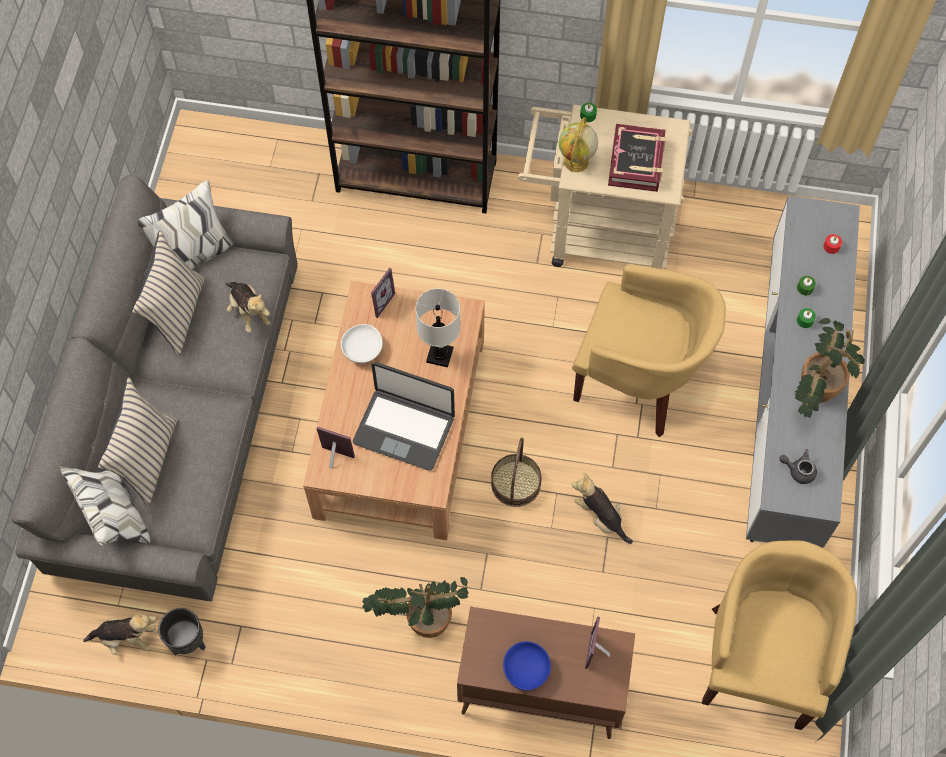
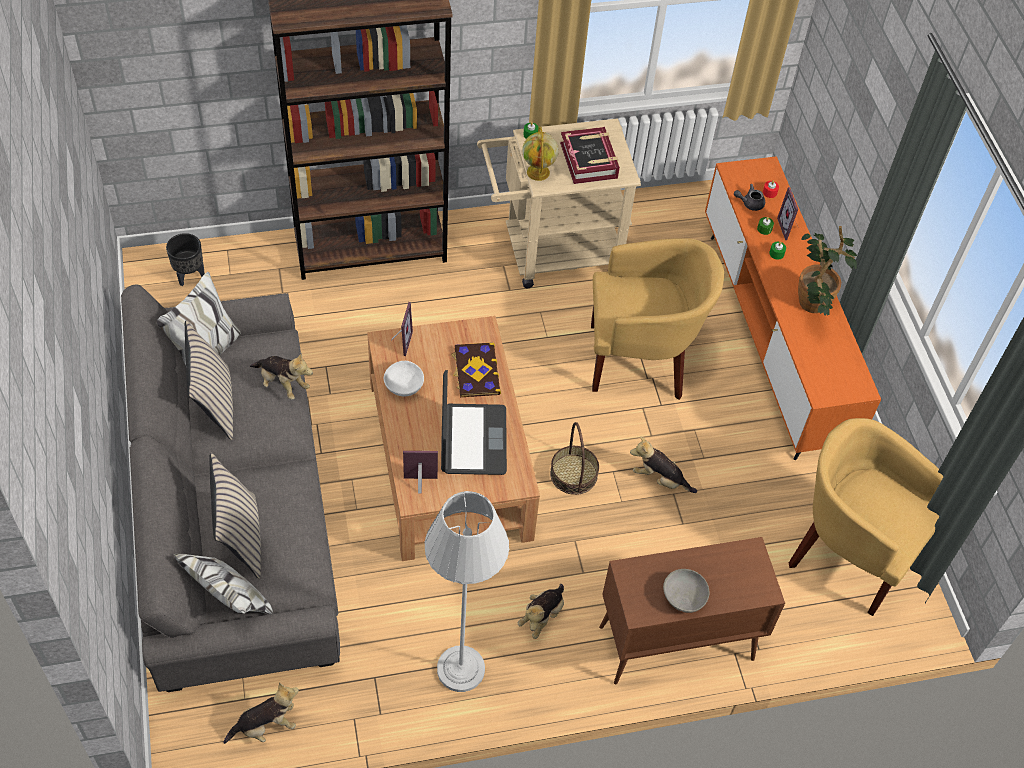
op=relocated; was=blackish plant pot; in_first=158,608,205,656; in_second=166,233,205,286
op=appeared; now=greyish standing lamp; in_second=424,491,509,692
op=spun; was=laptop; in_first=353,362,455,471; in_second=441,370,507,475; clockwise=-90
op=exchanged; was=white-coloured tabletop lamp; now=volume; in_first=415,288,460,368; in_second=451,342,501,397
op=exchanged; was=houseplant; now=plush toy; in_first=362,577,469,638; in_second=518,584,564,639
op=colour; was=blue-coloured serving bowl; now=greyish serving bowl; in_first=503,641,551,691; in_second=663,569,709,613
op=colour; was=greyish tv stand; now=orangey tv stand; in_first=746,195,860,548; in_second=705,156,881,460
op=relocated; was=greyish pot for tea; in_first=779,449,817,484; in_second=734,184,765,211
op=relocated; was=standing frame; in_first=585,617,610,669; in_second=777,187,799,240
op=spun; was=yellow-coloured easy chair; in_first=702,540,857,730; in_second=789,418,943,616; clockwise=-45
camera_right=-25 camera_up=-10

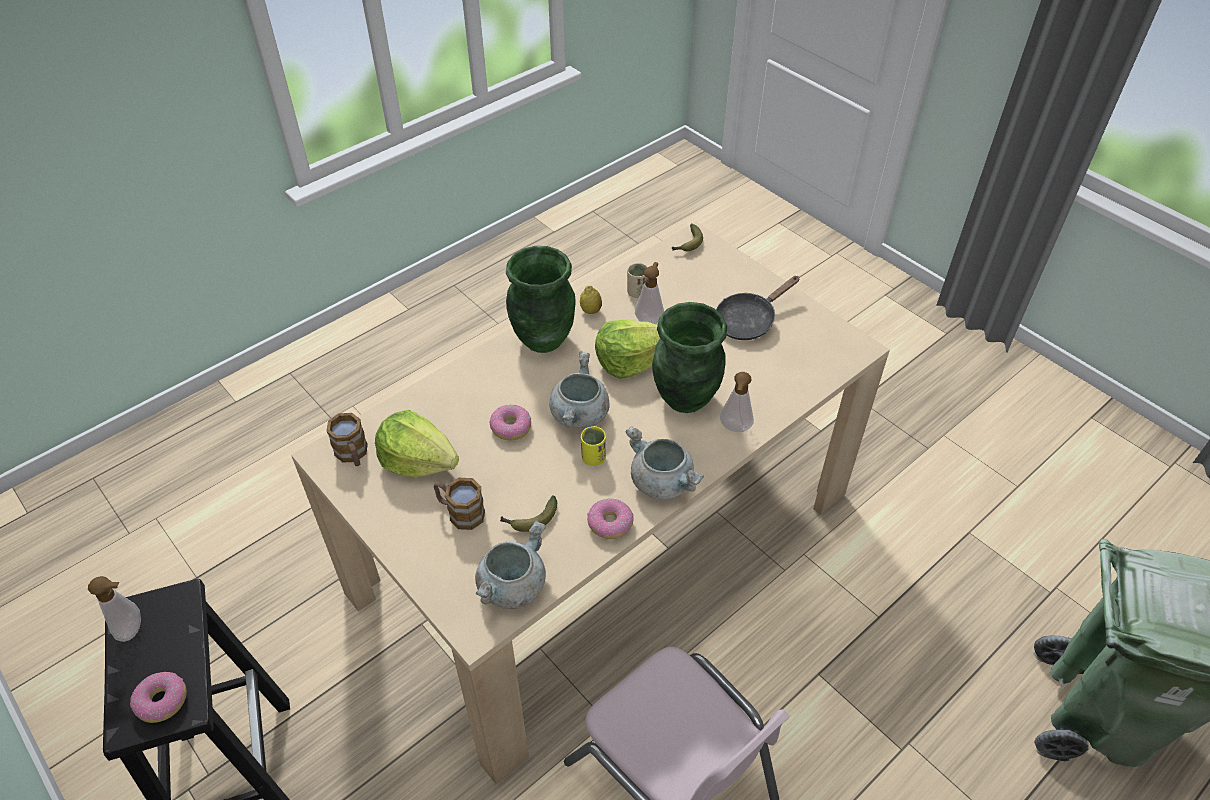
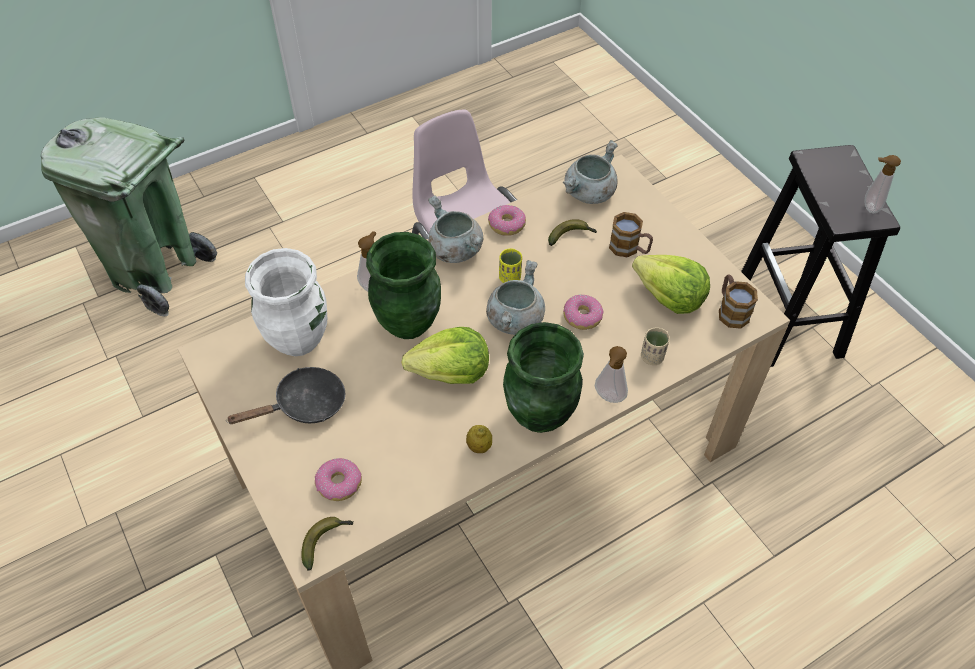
op=appeared; now=white-coloured flower vase; in_second=245,248,327,356
op=relocated; was=doughnut; in_first=130,671,187,723; in_second=314,458,362,501
op=relocated; was=soap dispenser; in_first=635,262,664,325; in_second=595,346,628,403
op=relocated; was=beige-coloured cup; in_first=627,263,648,298; in_second=641,327,670,365
camera_right=-170 camera_up=5

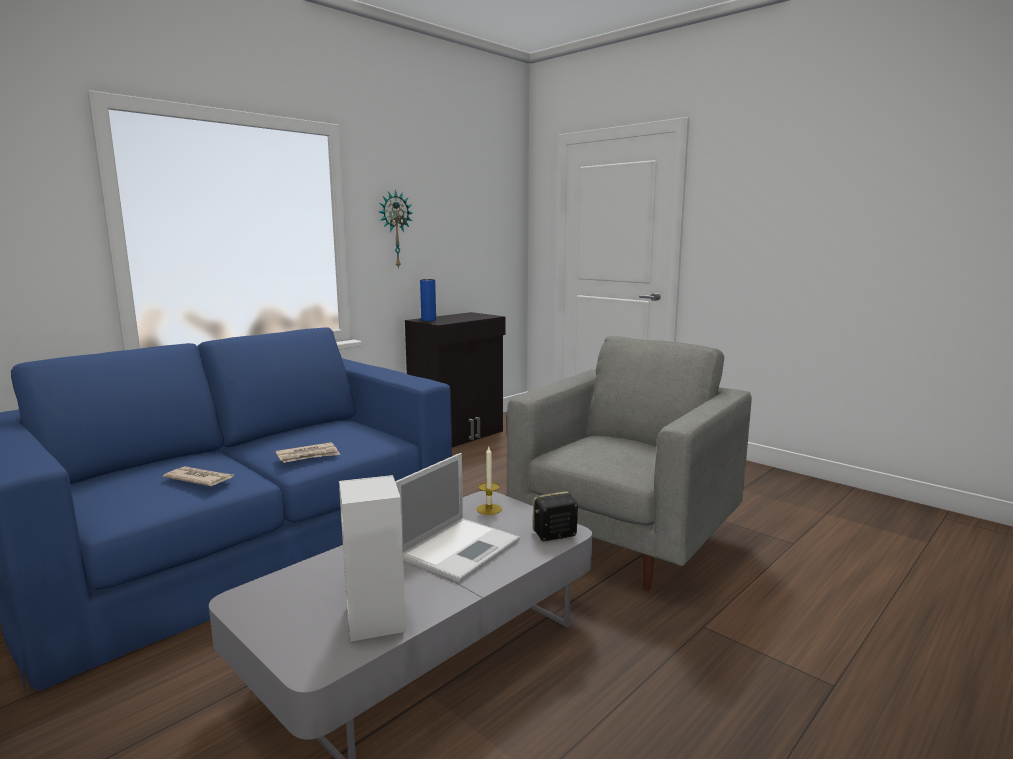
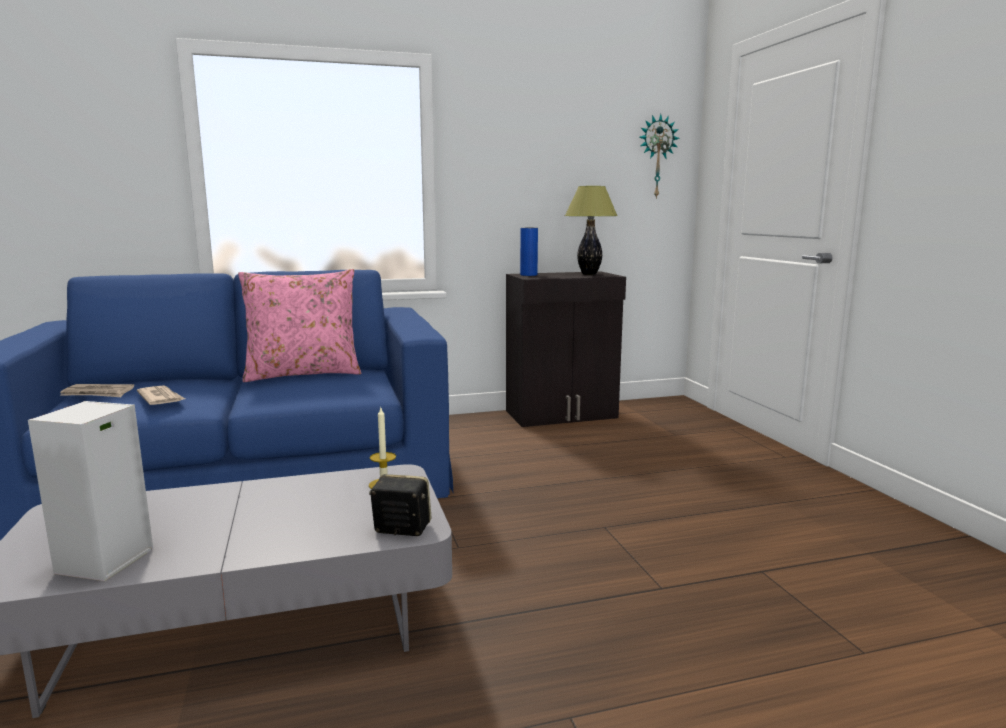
op=relocated; was=newspaper; in_first=276,442,340,463; in_second=60,384,134,397
op=appeared; now=pink cushion; in_second=238,269,361,382
op=appeared; now=tabletop lamp; in_second=565,186,618,275
op=relocated; was=clock on the wall; in_first=379,190,413,269; in_second=640,114,680,199
op=missing; was=laptop; in_first=395,453,520,582
op=missing; was=greyish easy chair; in_first=507,336,752,591
camera_right=30 camera_up=0

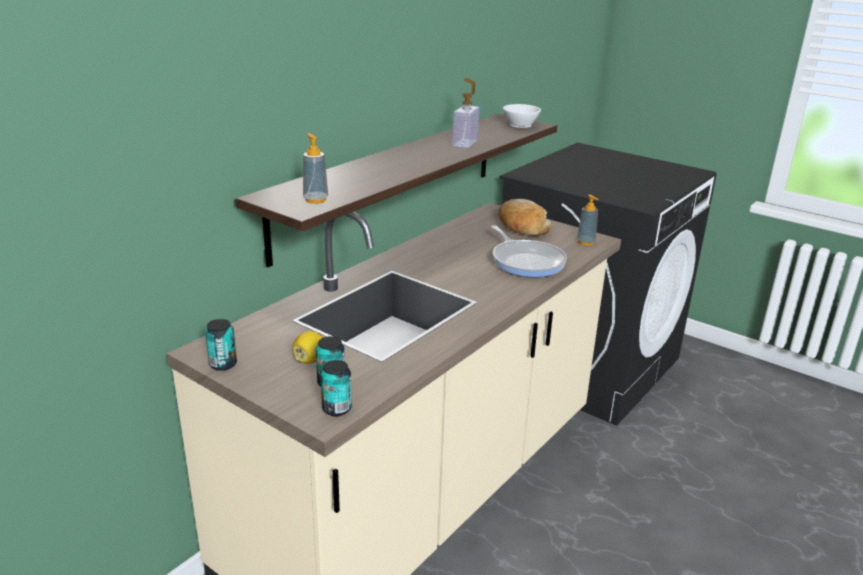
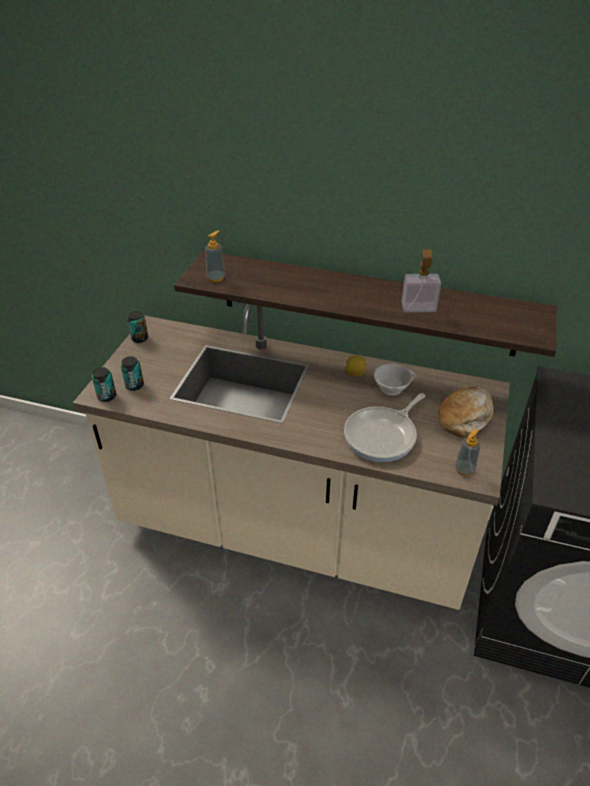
op=relocated; was=citrus fruit; in_first=292,331,323,364; in_second=345,355,366,377
op=relocated; was=white-coloured cup; in_first=503,104,541,128; in_second=374,364,415,395
camera_right=70 camera_up=15

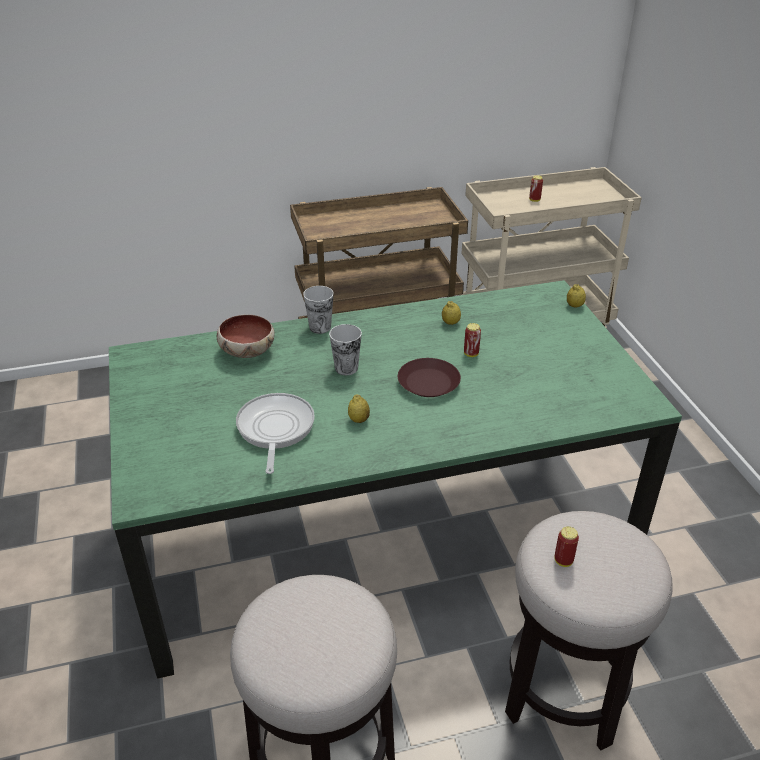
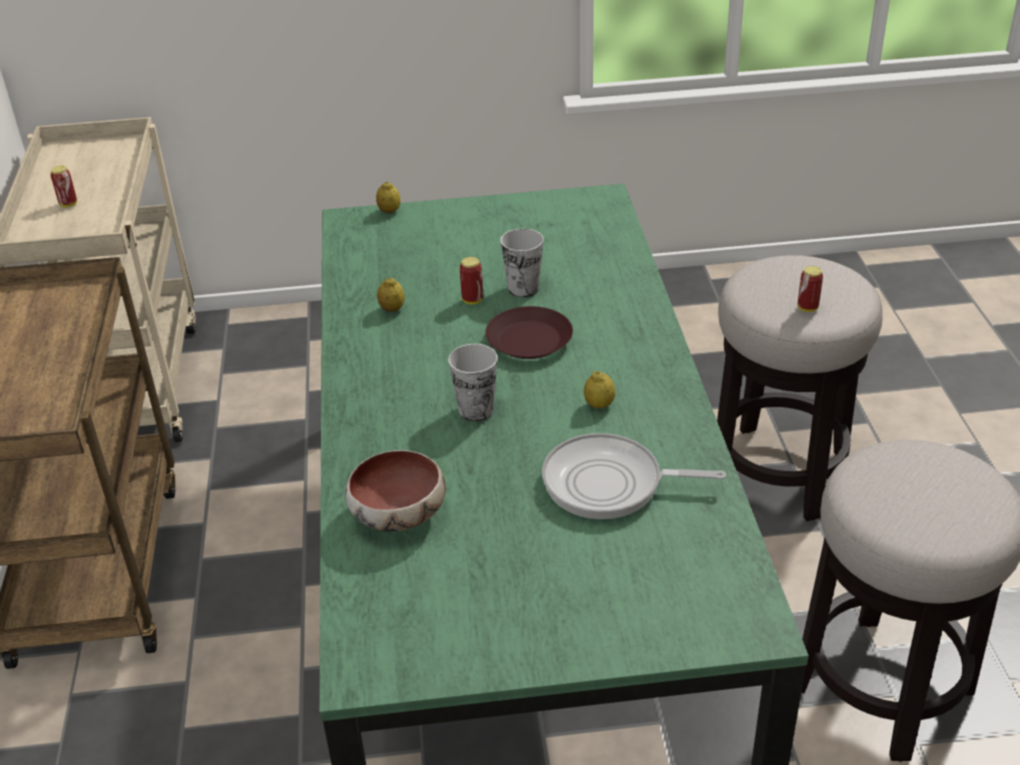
op=relocated; was=cup; in_first=303,286,334,334; in_second=500,228,544,297
camera_right=-80 camera_up=0

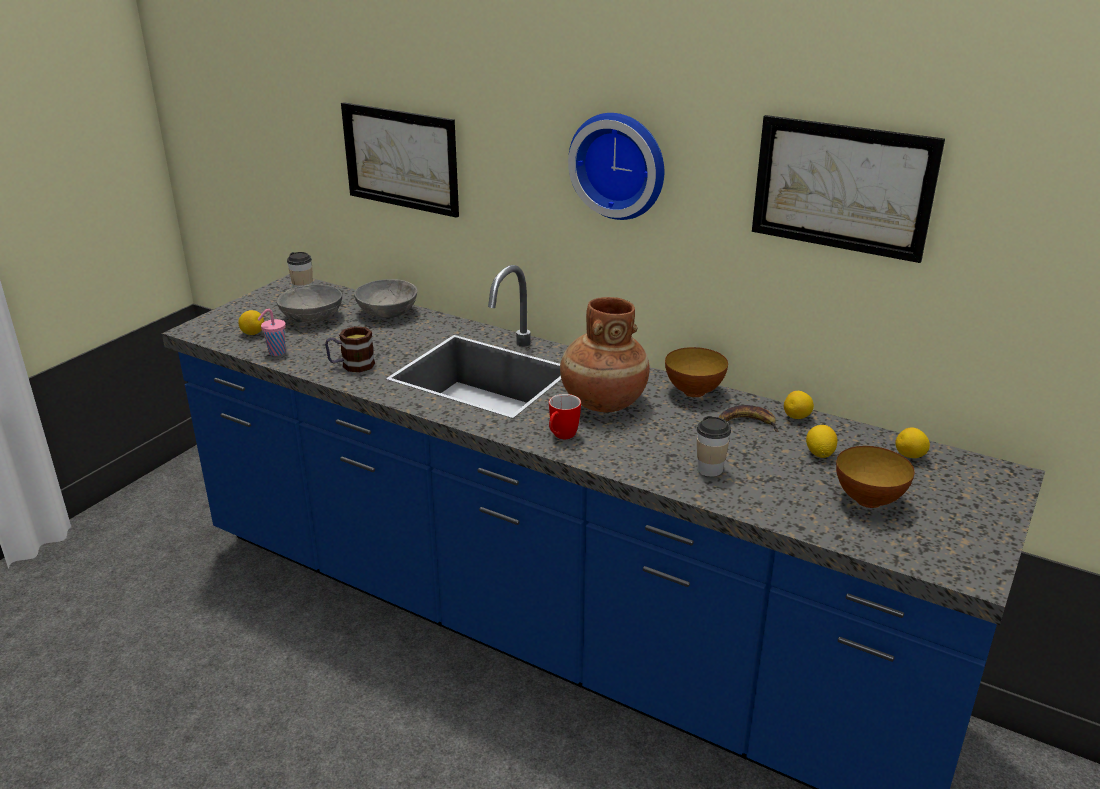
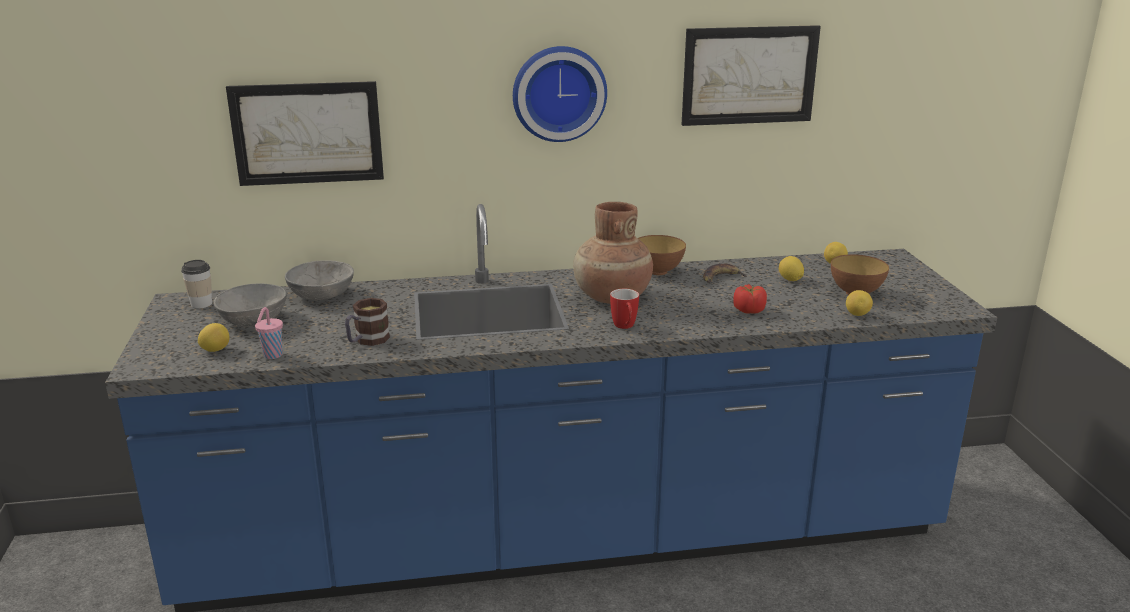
op=exchanged; was=cup; now=fresh tomato; in_first=697,416,731,477; in_second=733,284,767,314
op=relocated; was=citrus fruit; in_first=784,391,814,419; in_second=846,290,873,316
camera_right=-40 camera_up=-5

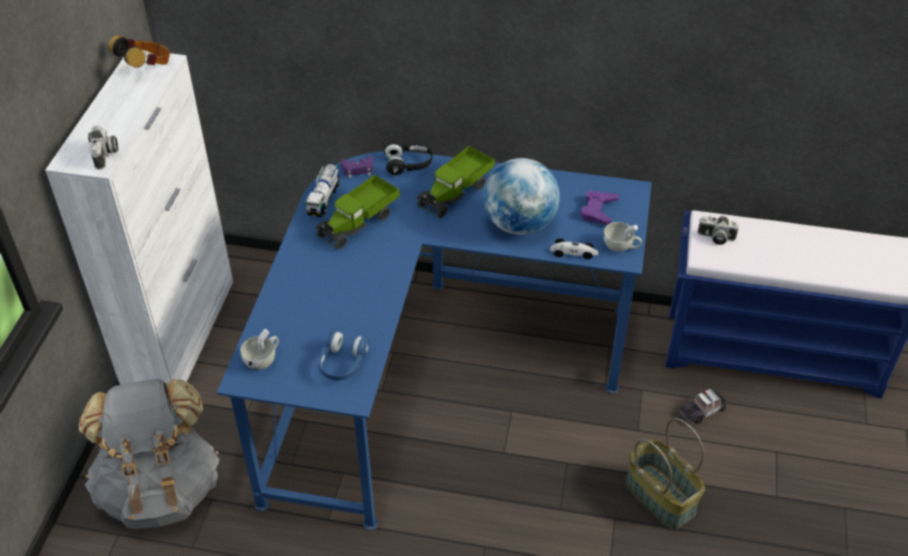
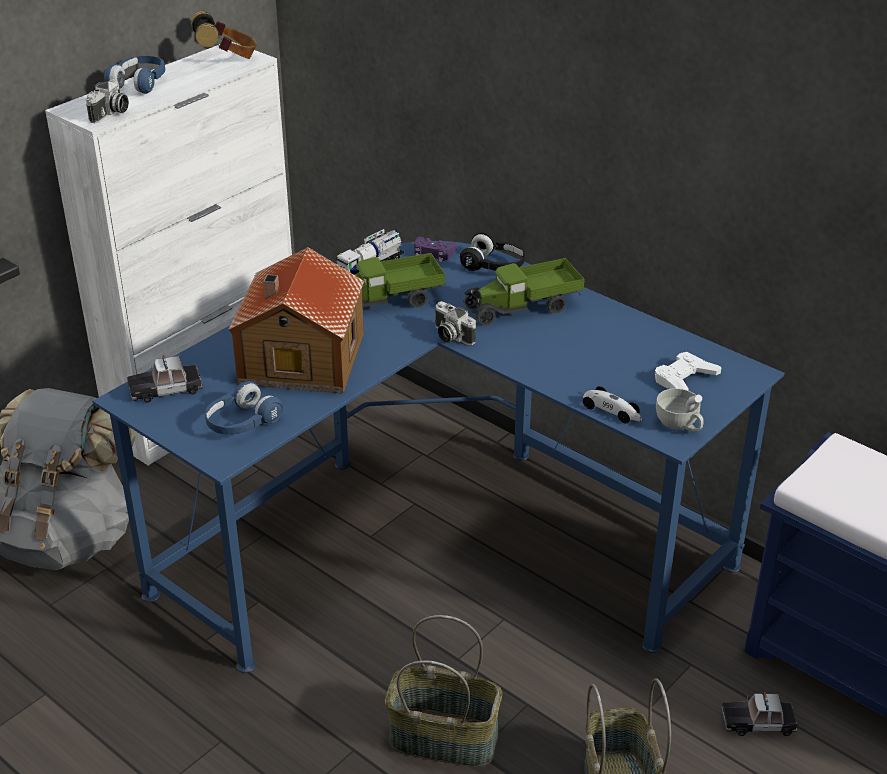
op=appeared; now=blue-coloured headphones; in_second=104,56,165,94
op=exchanged; was=white-coloured cup; now=model car; in_first=240,329,279,370; in_second=127,355,203,403
op=appeared; now=toy house; in_second=228,247,364,394
op=appeared; now=basket; in_second=385,615,502,767
op=relocated; was=still camera; in_first=698,216,739,245; in_second=435,301,476,345
op=colour; was=purple joypad; now=white-coloured joypad; in_first=580,190,619,225; in_second=655,352,722,390
op=missing; was=globe; in_first=483,158,560,235
camera_right=30 camera_up=-10

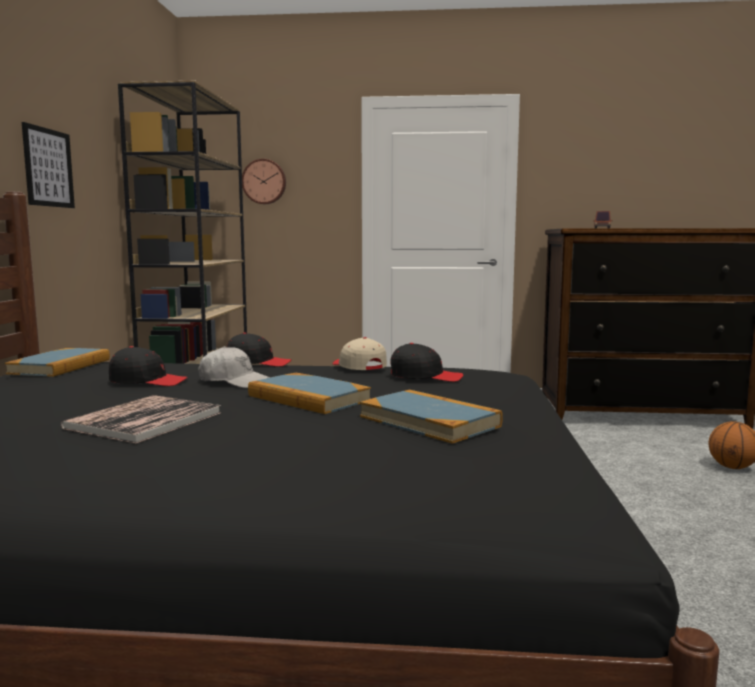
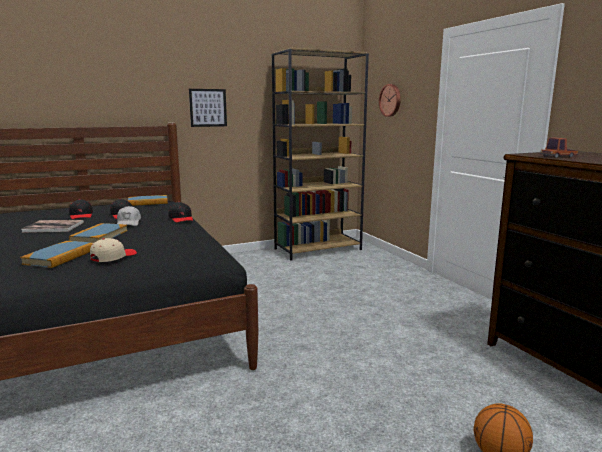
op=relocated; was=blackish peaked cap; in_first=390,343,463,382; in_second=69,199,93,219
op=relocated; was=beige-coloured peaked cap; in_first=332,337,387,370; in_second=90,238,137,262
camera_right=60 camera_up=5

